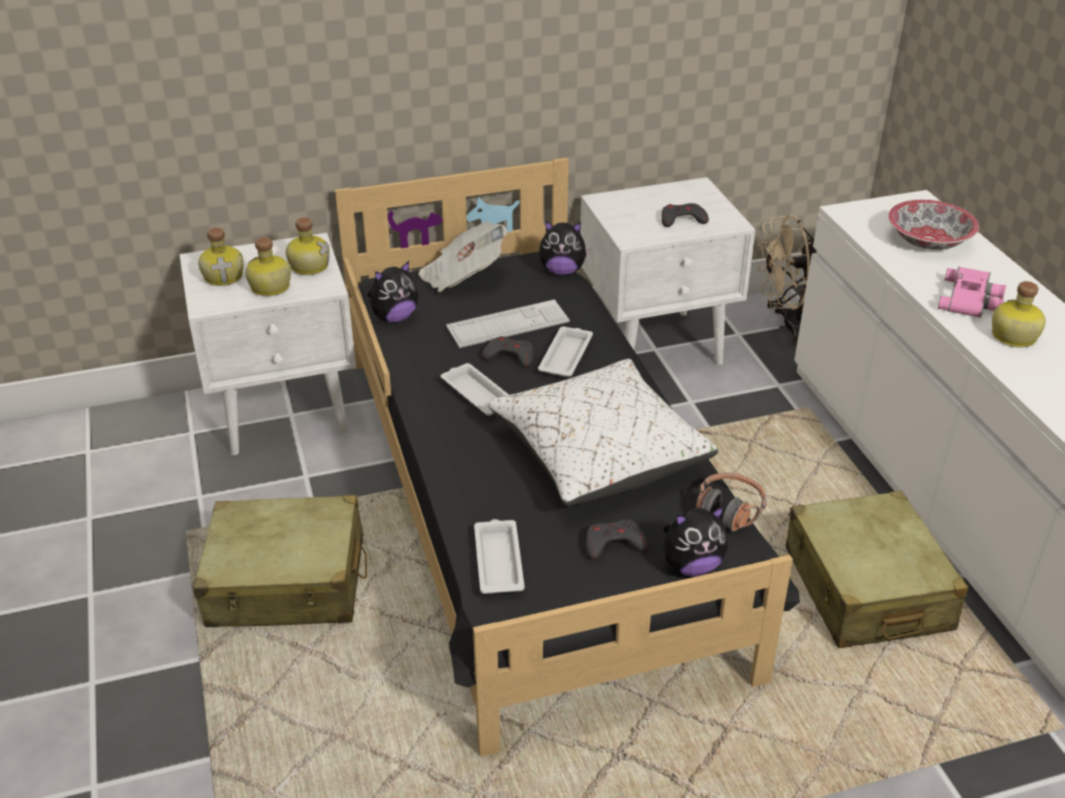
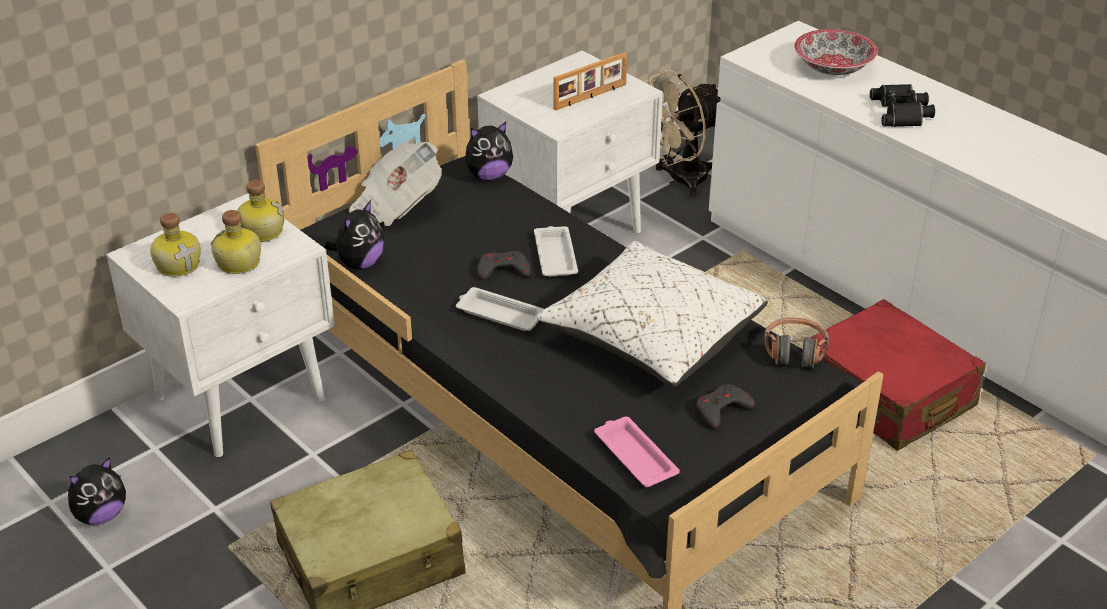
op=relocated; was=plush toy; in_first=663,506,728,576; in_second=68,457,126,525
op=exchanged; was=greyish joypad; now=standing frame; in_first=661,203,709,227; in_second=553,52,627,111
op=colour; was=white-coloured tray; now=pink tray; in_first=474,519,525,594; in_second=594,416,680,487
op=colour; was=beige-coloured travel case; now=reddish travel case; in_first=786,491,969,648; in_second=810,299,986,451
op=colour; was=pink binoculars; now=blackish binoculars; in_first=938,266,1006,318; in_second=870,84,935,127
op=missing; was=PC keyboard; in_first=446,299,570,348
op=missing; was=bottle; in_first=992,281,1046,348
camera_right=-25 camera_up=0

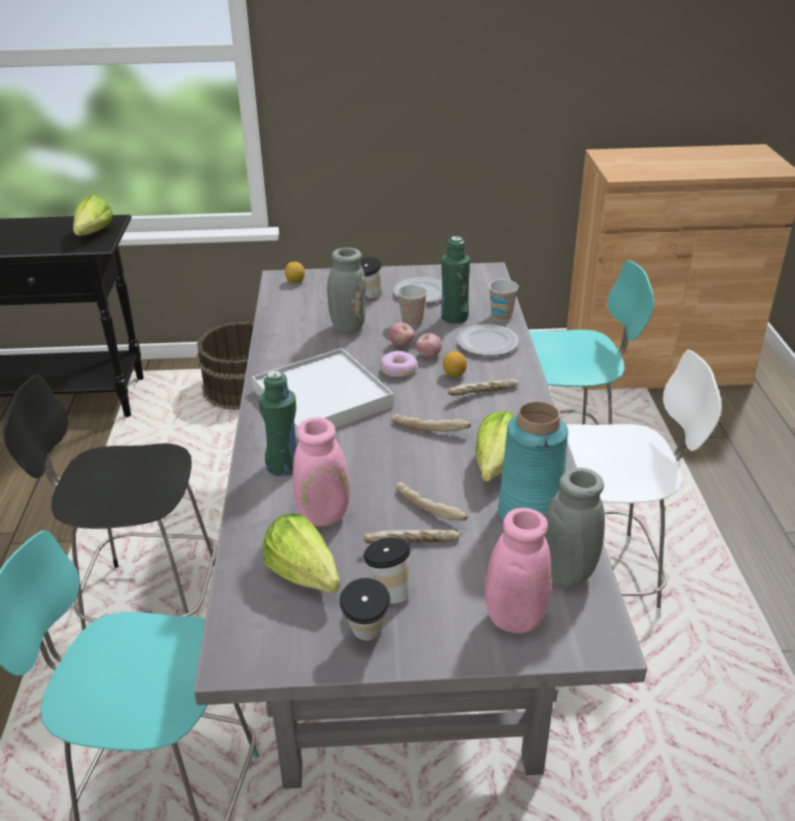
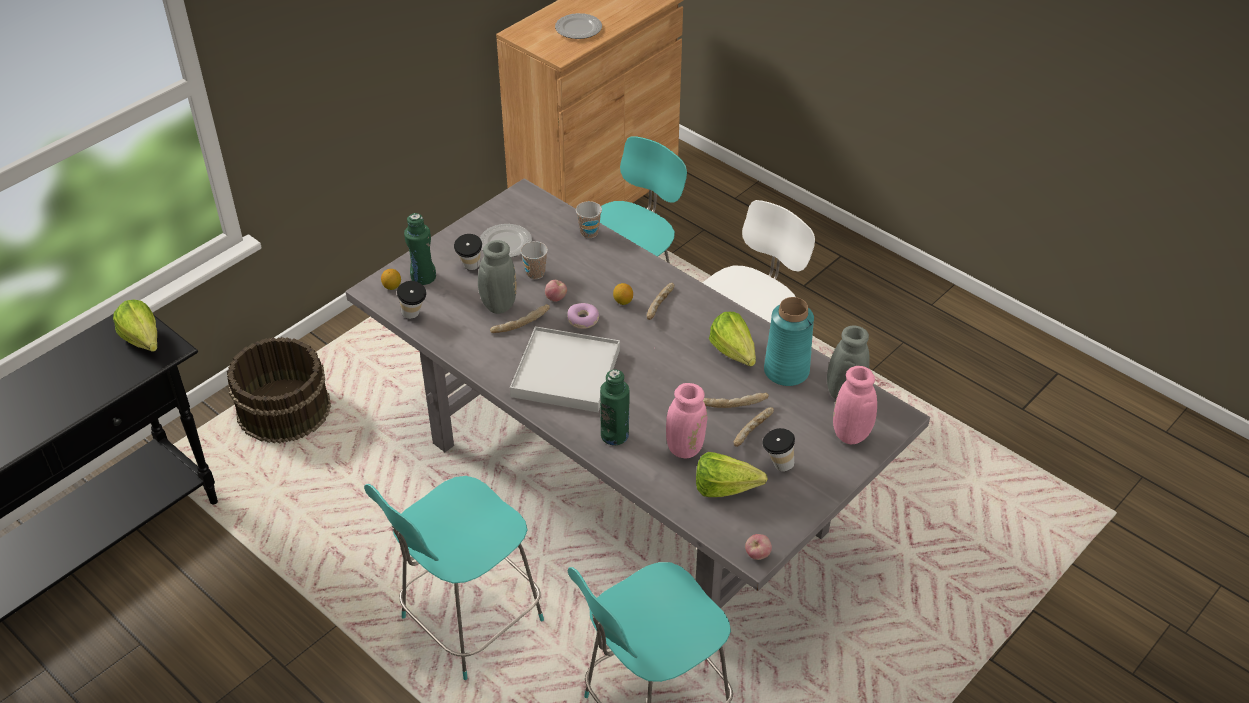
op=colour; was=blackish plain chair; now=blue-green plain chair; in_first=3,374,216,631; in_second=364,476,544,680
op=relocated; was=cup; in_first=339,578,390,641; in_second=397,281,427,319
op=relocated; was=green-coloured bottle; in_first=441,236,470,323; in_second=404,213,436,285
op=relocated; was=bread; in_first=391,414,471,432; in_second=490,304,550,333
op=relocated; was=dinner plate; in_first=457,324,519,356; in_second=555,13,602,39
op=relocated; was=whole apple; in_first=416,333,442,358; in_second=745,534,772,560
camera_right=-45 camera_up=10

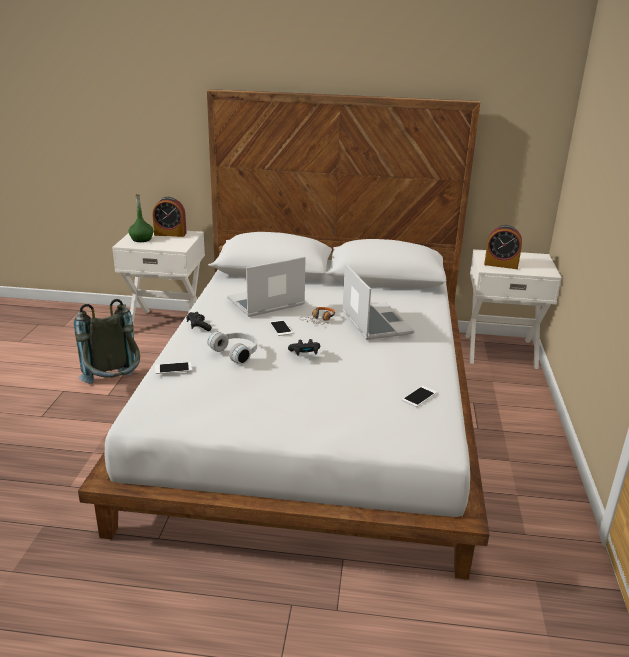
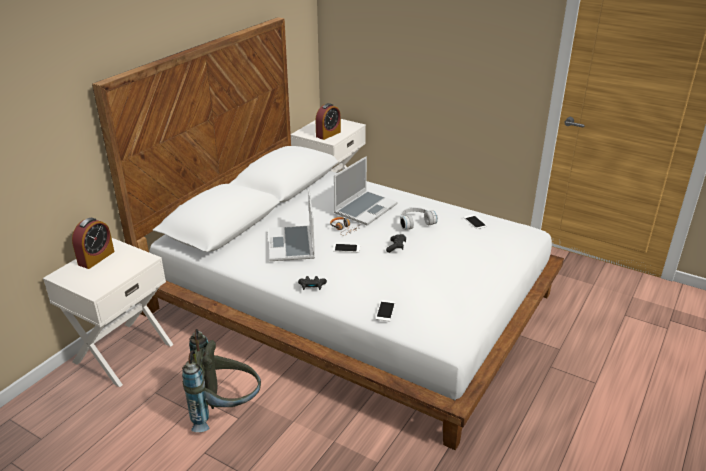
op=spun; was=laptop; in_first=342,263,414,340; in_second=334,156,398,225; clockwise=120
op=relocated; was=white-coloured headphones; in_first=207,331,257,365; in_second=400,207,438,230
op=missing; was=green-coloured bottle; in_first=129,194,154,242
camera_right=-65 camera_up=5

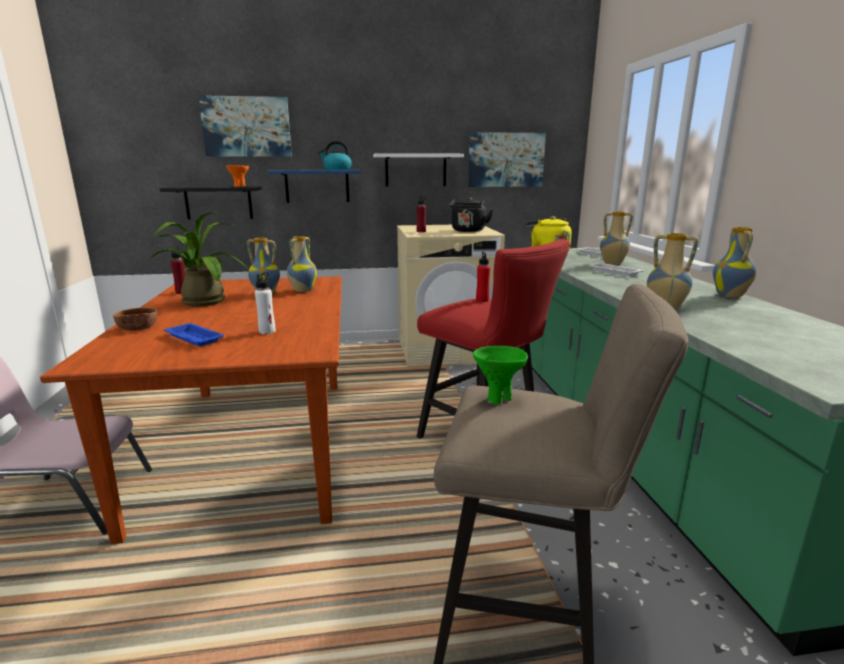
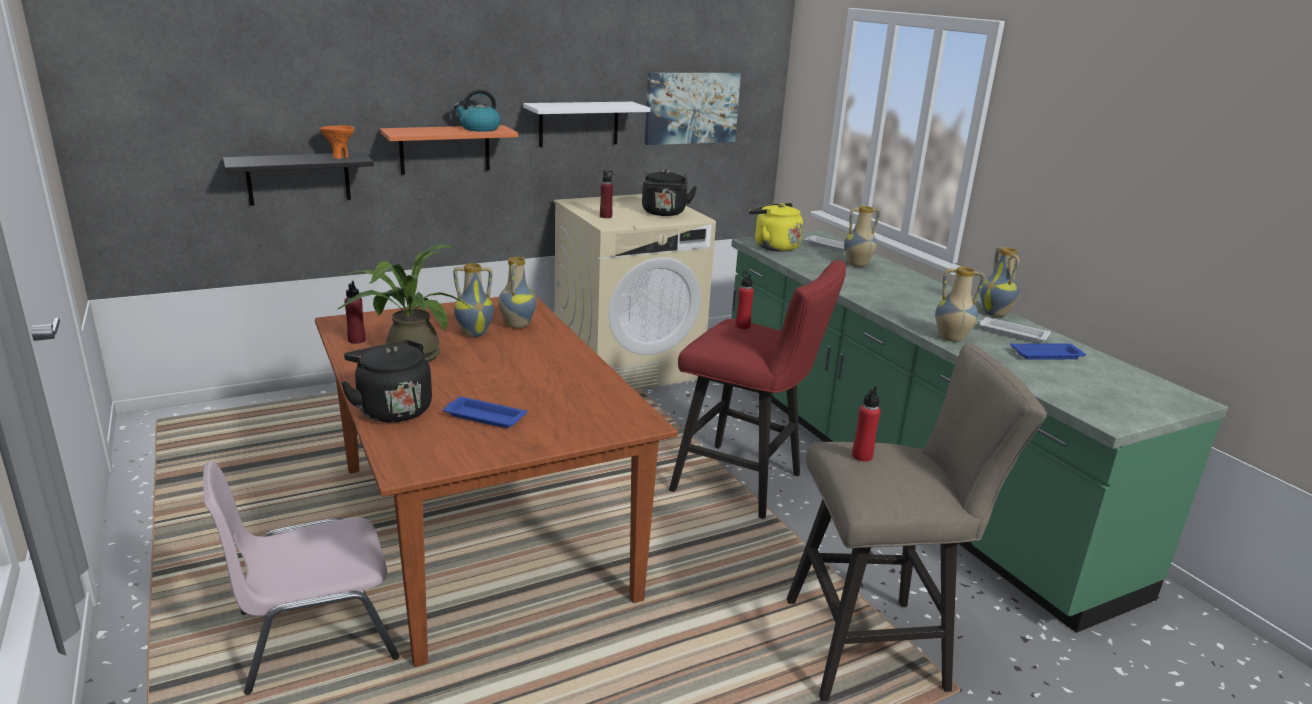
op=exchanged; was=brown-coloured serving bowl; now=blackish tea kettle; in_first=113,307,157,331; in_second=341,340,432,422
op=colour; was=blue-coloured wall shelf; now=orangey wall shelf; in_first=267,170,361,203; in_second=380,125,518,175
op=exchanged; was=green-coloured serving bowl; now=reddish bottle; in_first=473,346,528,405; in_second=852,386,881,461
op=relocated; was=white-coloured tray; in_first=589,263,644,277; in_second=979,317,1051,343
op=appeared; now=blue-coloured tray; in_second=1010,343,1086,360
op=missing; was=wall art; in_first=198,95,292,157
op=missing; was=white-coloured bottle; in_first=255,272,275,334
camera_right=-20 camera_up=5

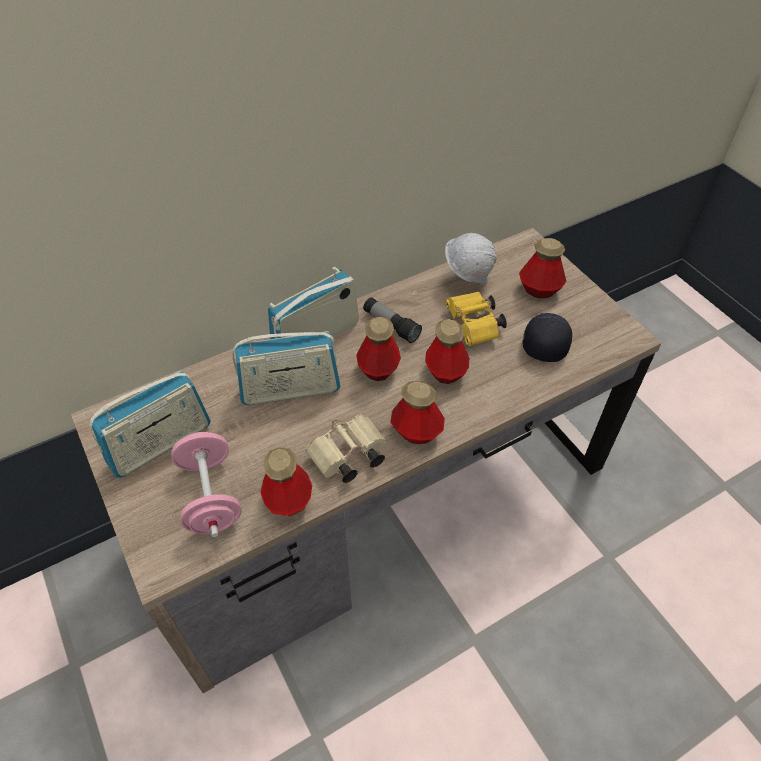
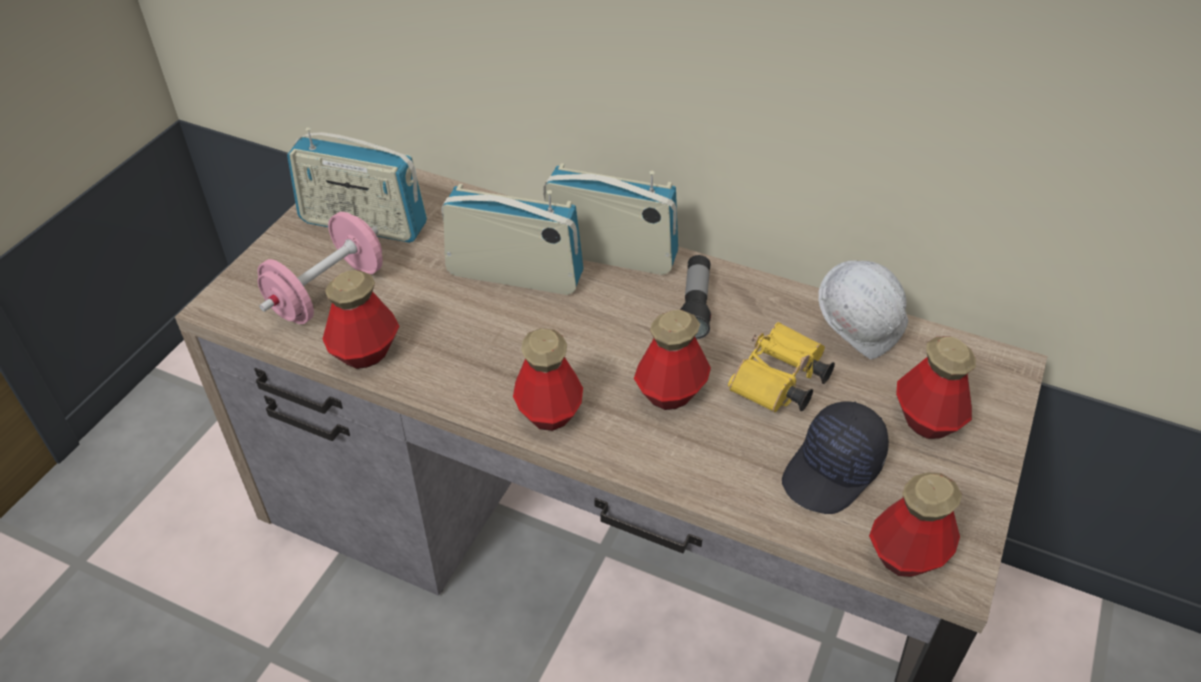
op=spun; was=radio receiver; in_first=232,331,340,405; in_second=441,184,583,295; clockwise=150
op=spun; was=blackish peaked cap; in_first=522,313,572,362; in_second=782,401,889,514; clockwise=150
op=relocated; was=bottle; in_first=356,316,401,381; in_second=869,472,962,577
op=missing; was=beige-coloured binoculars; in_first=306,415,387,483
camera_right=55 camera_up=-5

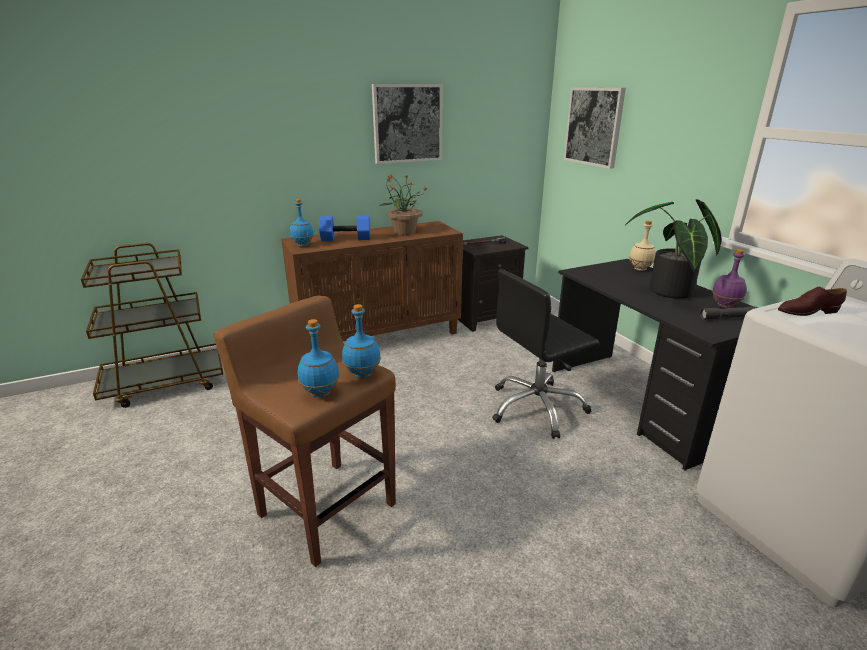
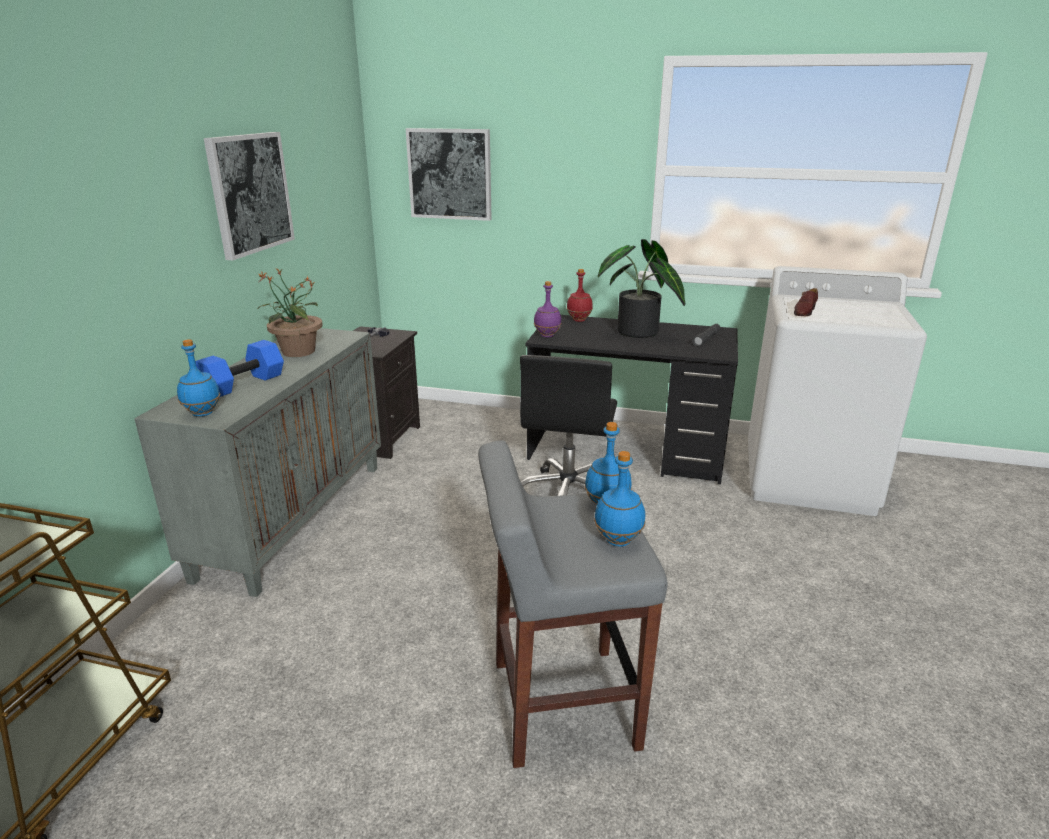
op=colour; was=brown-coloured storage cabinet; now=greyish storage cabinet; in_first=281,221,463,341; in_second=134,328,381,597
op=colour; was=brown-coloured stool seat; now=greyish stool seat; in_first=213,296,396,567; in_second=478,440,668,768
op=relocated; was=purple bottle; in_first=712,249,747,308; in_second=534,281,562,337
op=colour; was=beige-coloured bottle; now=reddish bottle; in_first=629,221,656,271; in_second=567,269,593,322
camera_right=-50 camera_up=0

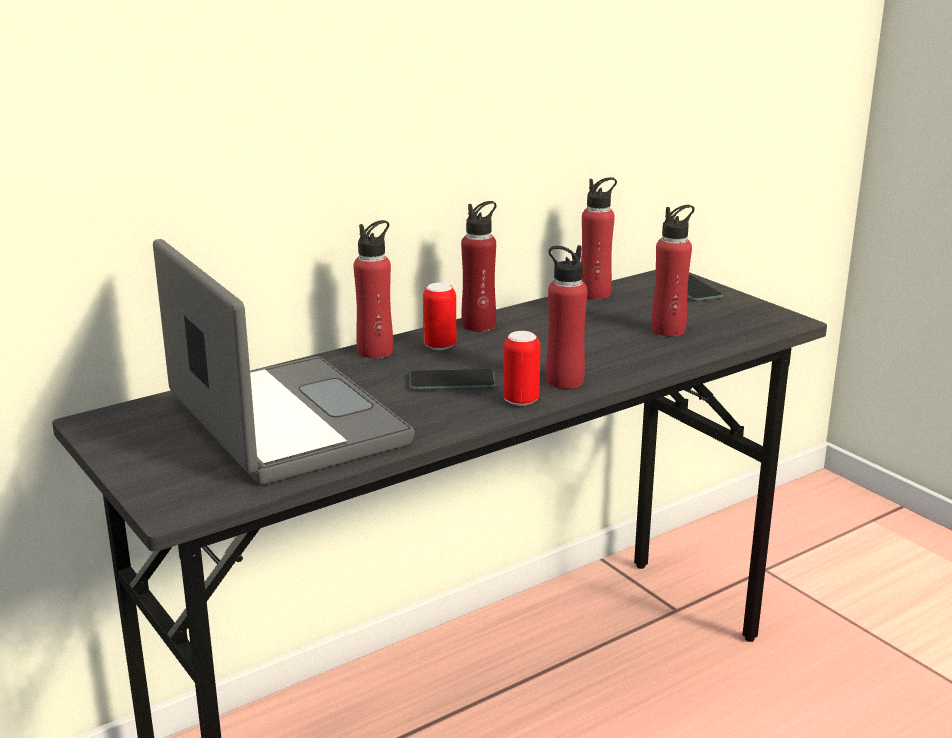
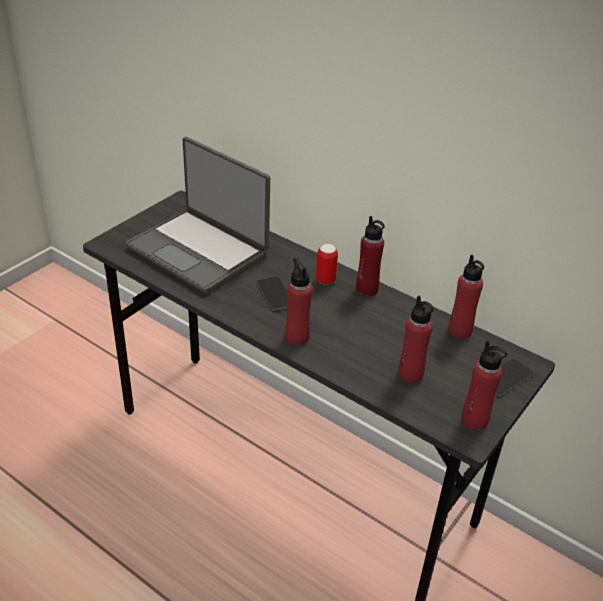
op=spun; was=laptop; in_first=153,239,415,485; in_second=126,137,270,294; clockwise=90
op=relocated; was=reddish bottle; in_first=354,220,393,358; in_second=462,341,507,430
op=missing; was=metal can; in_first=503,331,540,406
camera_right=70 camera_up=15

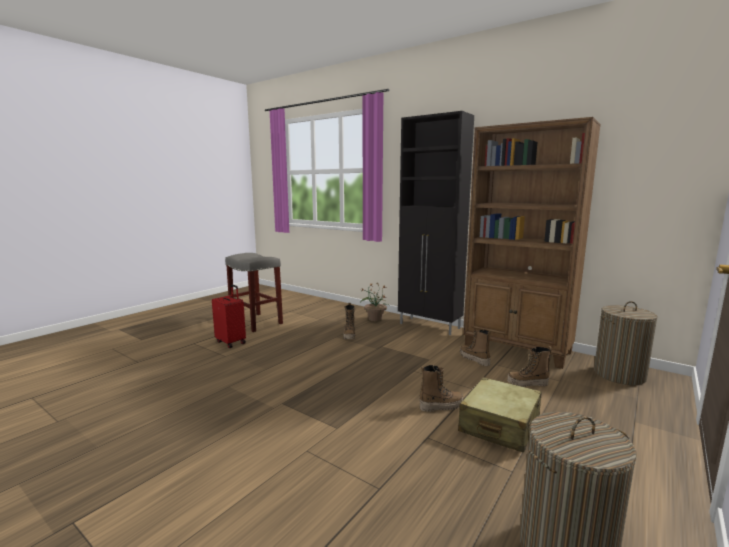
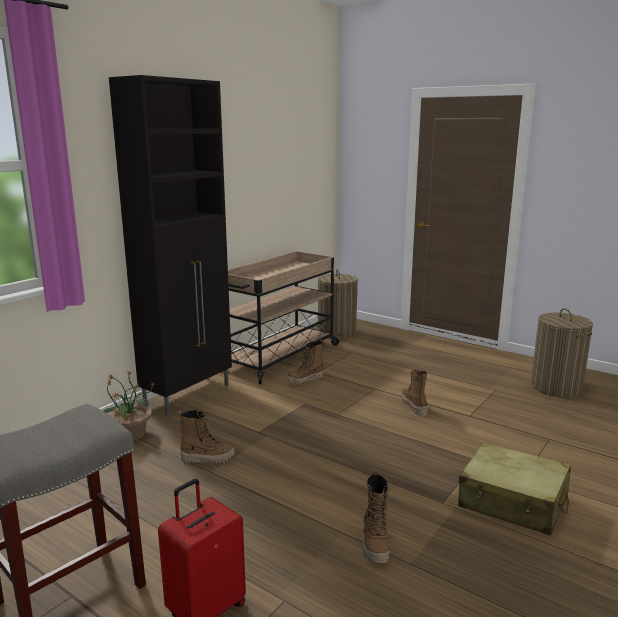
op=exchanged; was=brown-coloured shelving unit; now=beige-coloured cart; in_first=463,117,601,369; in_second=228,251,341,384
op=relocated; was=high-top boot; in_first=507,346,552,387; in_second=363,470,390,563
op=relocated; was=beige-coloured travel case; in_first=458,377,542,453; in_second=458,442,571,536
camera_right=-90 camera_up=5

